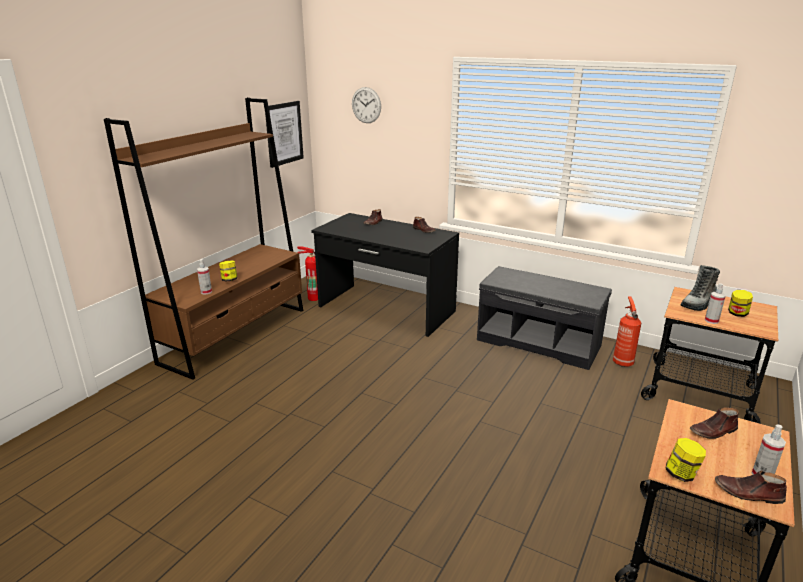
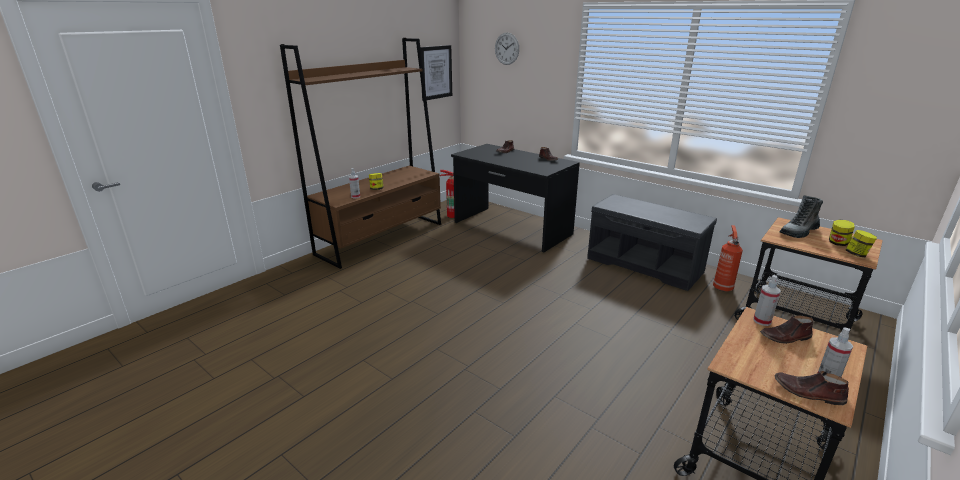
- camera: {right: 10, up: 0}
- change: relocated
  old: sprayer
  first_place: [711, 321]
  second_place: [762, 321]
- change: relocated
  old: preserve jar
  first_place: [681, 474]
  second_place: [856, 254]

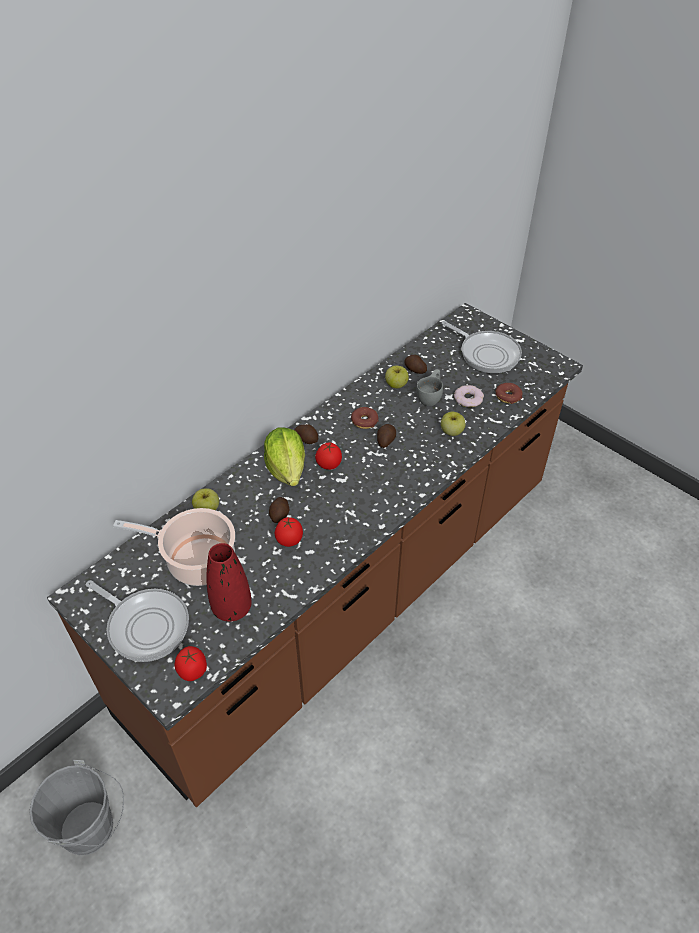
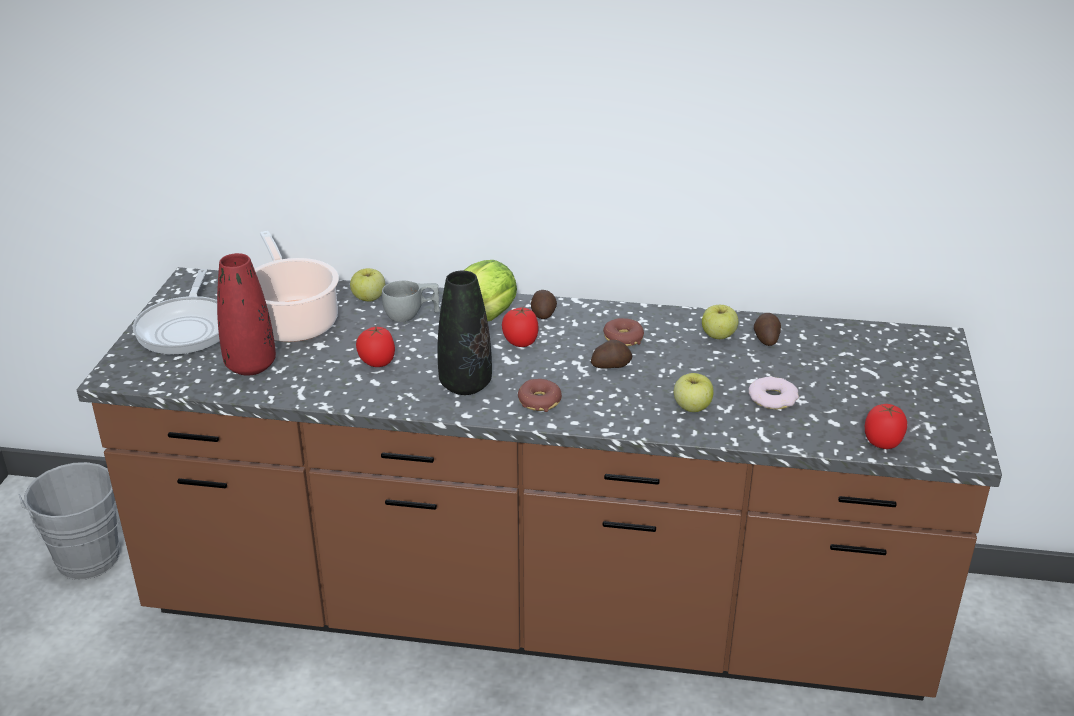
- camera: {right: 55, up: -15}
- change: relocated
  old: drinking cup/greyish
  first_place: [431, 396]
  second_place: [411, 315]
- change: appeared
  new: flower vase/black
  second_place: [465, 385]
- change: relocated
  old: ring doughnut
  first_place: [508, 396]
  second_place: [539, 401]
- change: relocated
  old: fresh tomato
  first_place: [193, 671]
  second_place: [883, 443]
- change: missing
  old: spud
  first_place: [280, 514]
- change: missing
  old: frying pan
  first_place: [486, 353]

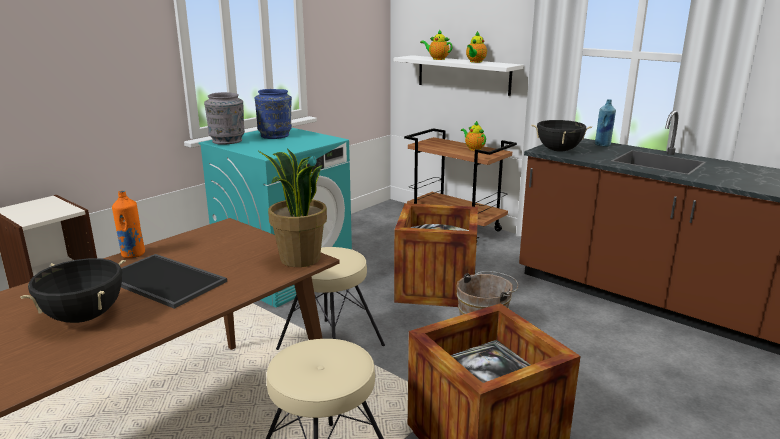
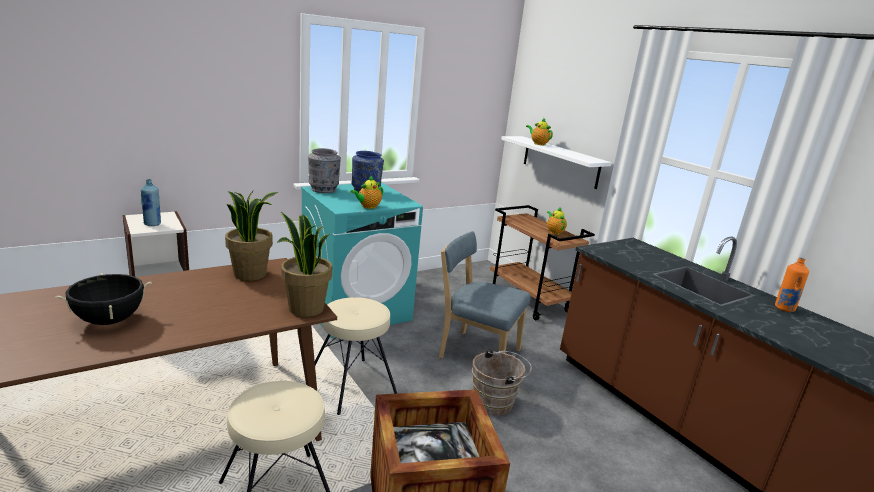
- camera: {right: 15, up: 0}
- change: relocated
  old: bottle/bluish
  first_place: [602, 145]
  second_place: [152, 224]
- change: appeared
  new: potted plant
  second_place: [250, 274]
- change: relocated
  old: pot for tea
  first_place: [475, 62]
  second_place: [368, 207]
- change: exchanged
  old: packing crate
  new: upright chair/bluish
  first_place: [436, 287]
  second_place: [475, 353]
- change: relocated
  old: bottle/orange-coloured
  first_place: [133, 254]
  second_place: [784, 308]
- change: missing
  old: serving tray
  first_place: [161, 281]
- change: missing
  old: saucepot/black
  first_place: [558, 150]

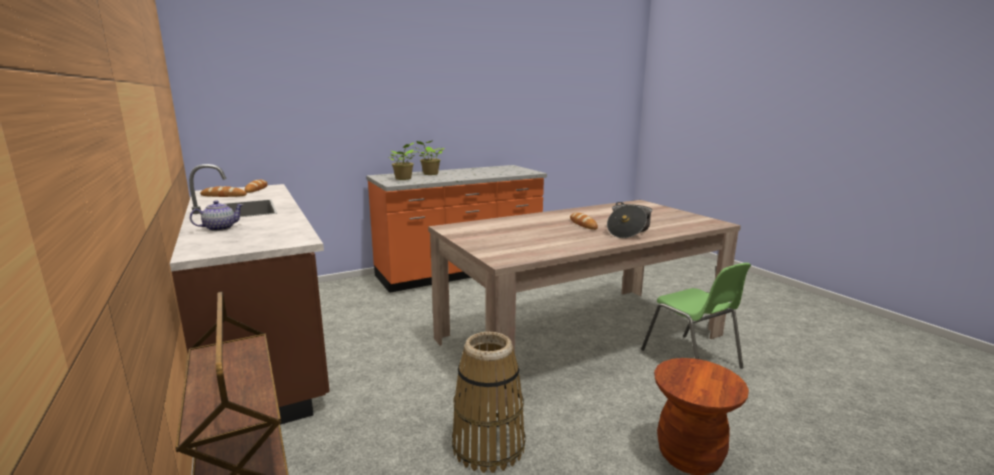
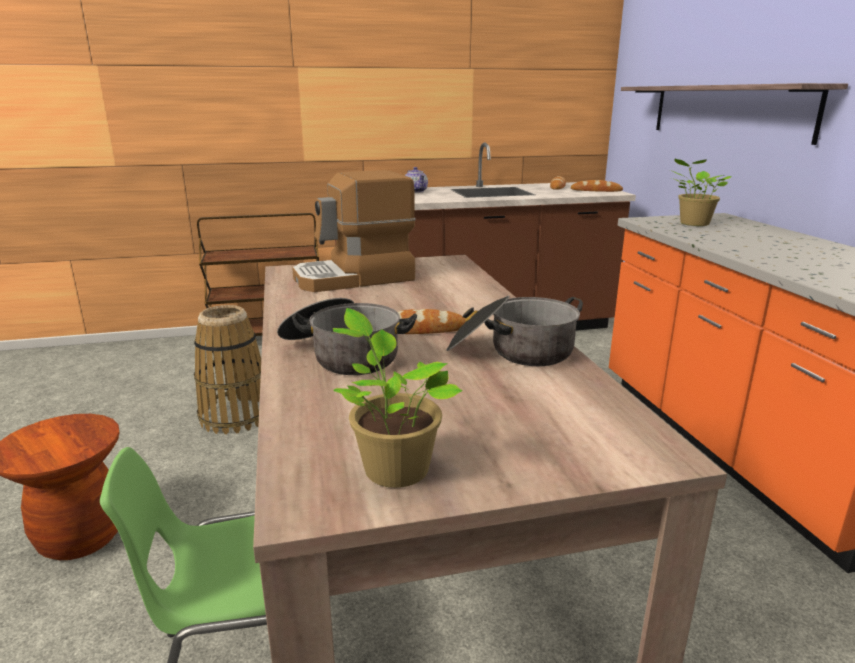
- camera: {right: 105, up: 5}
- change: appeared
  new: coffee brewer
  second_place: [355, 278]
- change: relocated
  old: potted plant
  first_place: [430, 174]
  second_place: [392, 467]
- change: appeared
  new: saucepot
  second_place: [512, 352]
- change: appeared
  new: shelf
  second_place: [727, 111]

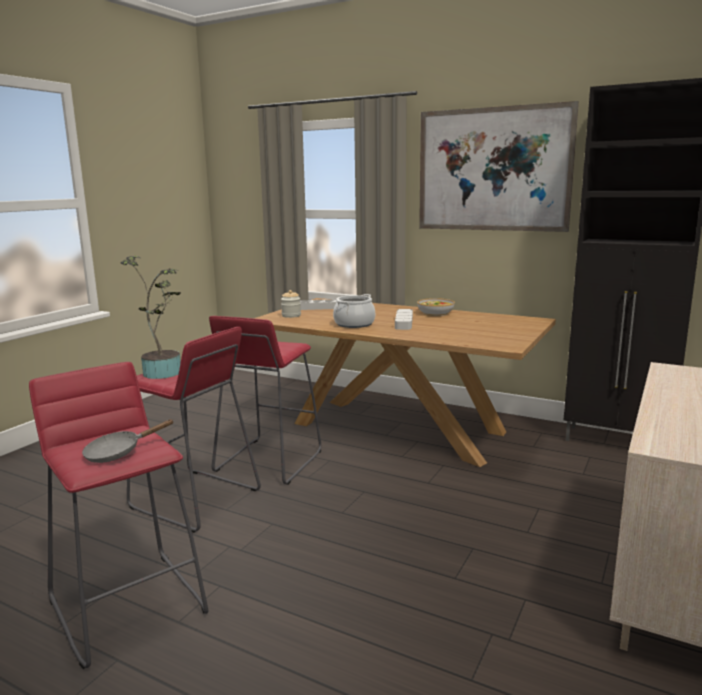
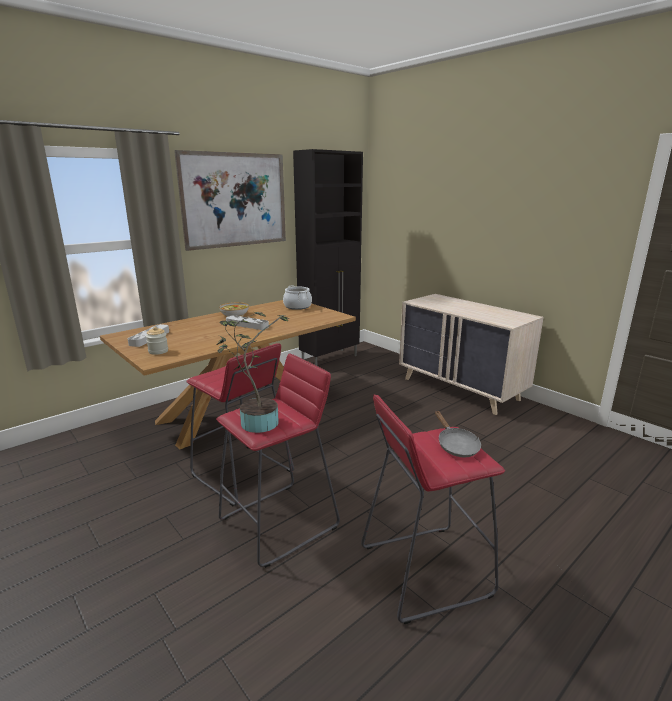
- camera: {right: -70, up: 5}
- change: relocated
  old: saucepot
  first_place: [354, 324]
  second_place: [297, 306]

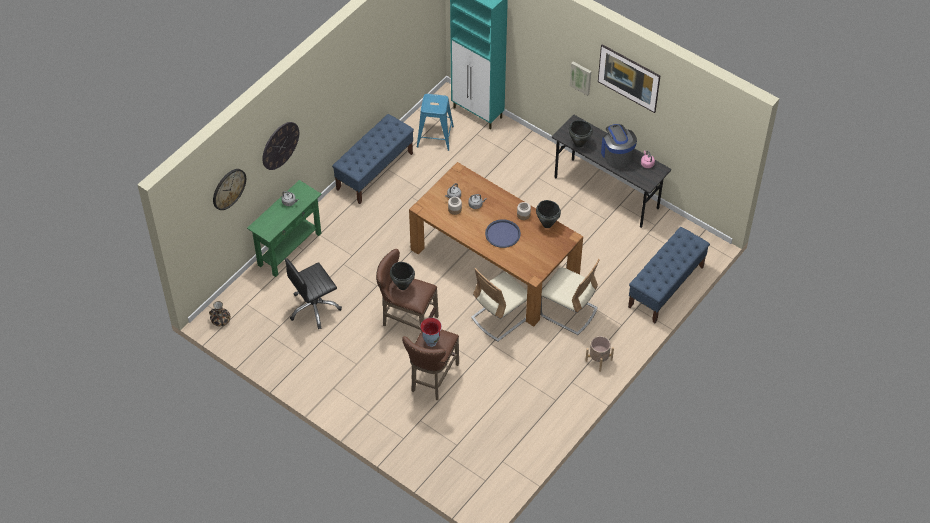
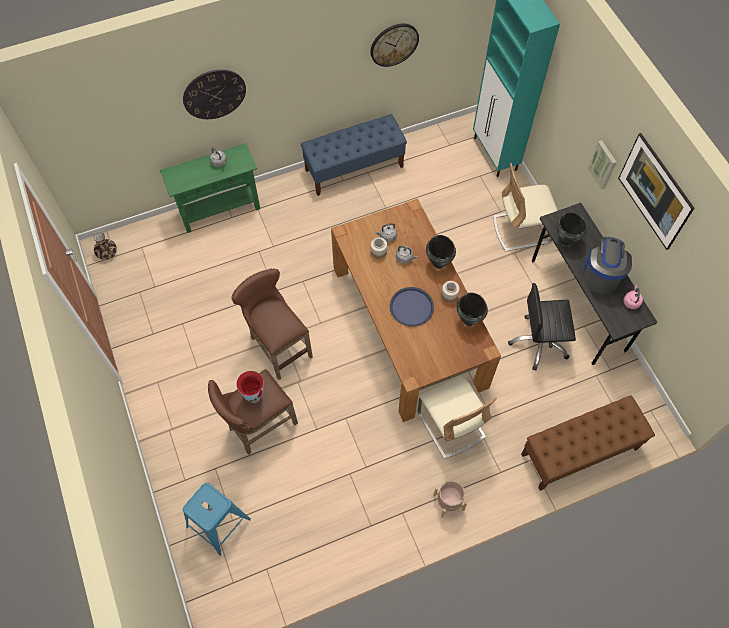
- camera: {right: 30, up: 10}
- change: relocated
  old: stool/bluish
  first_place: [435, 137]
  second_place: [218, 523]
- change: relocated
  old: hanging clock
  first_place: [228, 189]
  second_place: [394, 44]
- change: relocated
  old: saucepot/black
  first_place: [402, 286]
  second_place: [438, 263]
- change: relocated
  old: upright chair/beige
  first_place: [500, 317]
  second_place: [521, 229]
- change: relocated
  old: office chair/black
  first_place: [314, 308]
  second_place: [539, 342]
- change: colour
  old: long seat/bluish
  new: long seat/brownish
  first_place: [666, 287]
  second_place: [578, 452]

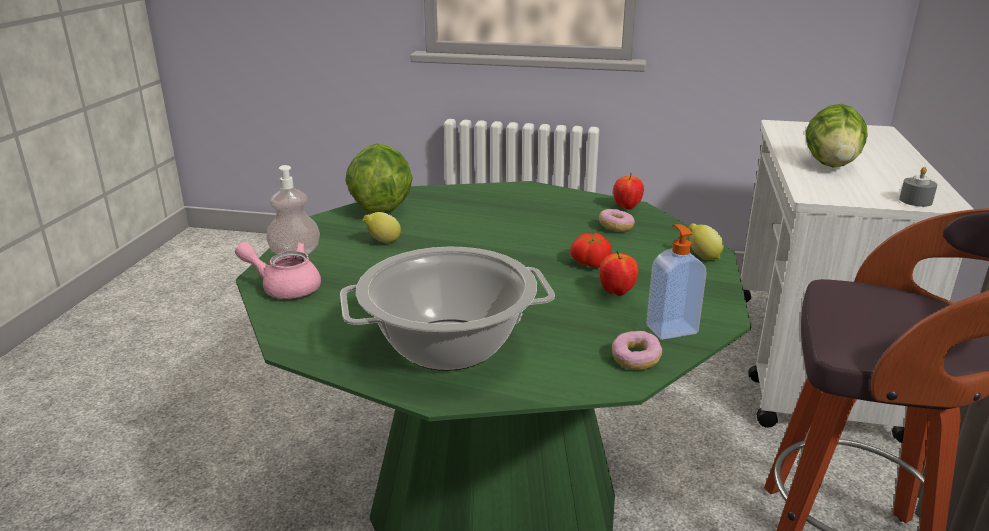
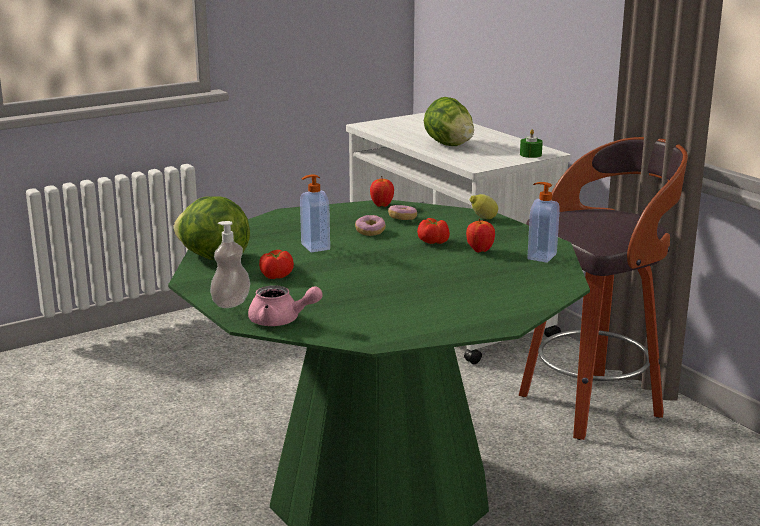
- camera: {right: -45, up: -5}
- change: spun
  old: pot for tea/pinkish
  first_place: [285, 287]
  second_place: [281, 321]
  degrees: -135
- change: exchanged
  old: citrus fruit
  new: fresh tomato
  first_place: [383, 242]
  second_place: [275, 275]
- change: appeared
  new: liquid soap bottle
  second_place: [314, 247]
- change: relocated
  old: ring doughnut
  first_place: [635, 359]
  second_place: [370, 232]
- change: colour
  old: wax light/greyish
  new: wax light/green
  first_place: [915, 201]
  second_place: [530, 154]
- change: missing
  old: saucepot
  first_place: [449, 345]

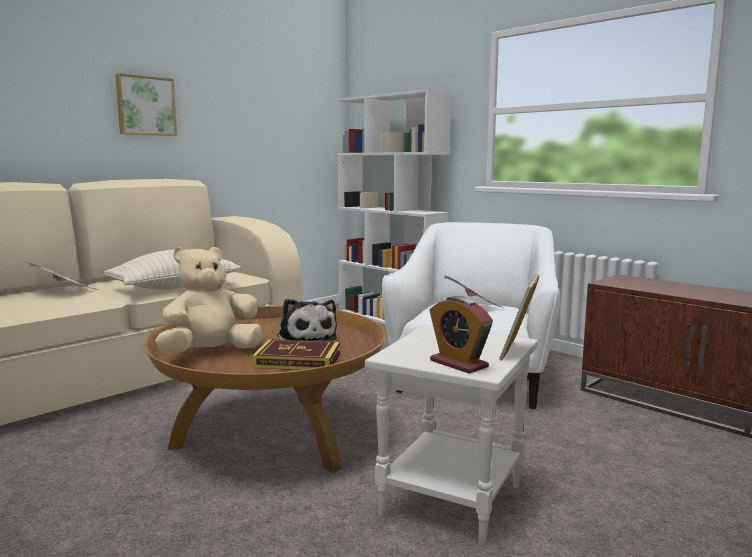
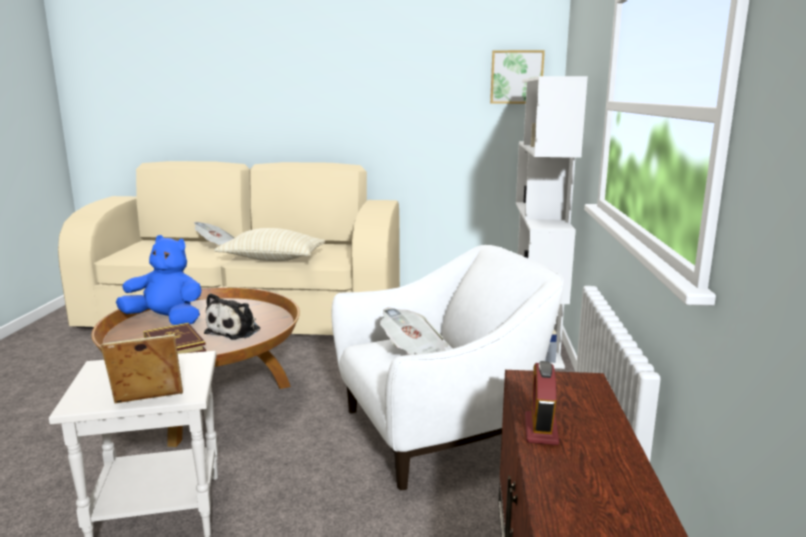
- camera: {right: 50, up: 5}
- change: colour
  old: cuddly toy/beige
  new: cuddly toy/bluish
  first_place: [211, 353]
  second_place: [166, 320]
- change: relocated
  old: picture
  first_place: [145, 106]
  second_place: [516, 77]
- change: relocated
  old: bedside clock
  first_place: [458, 364]
  second_place: [541, 429]

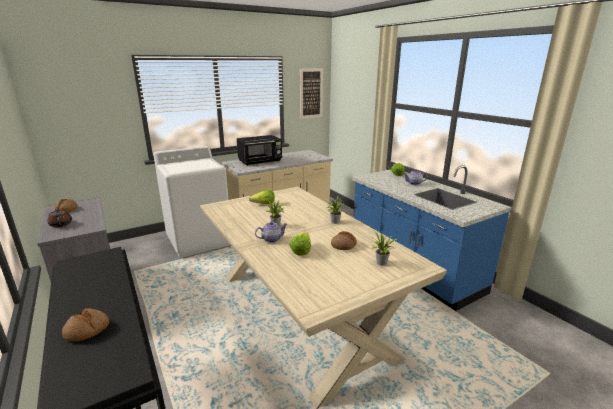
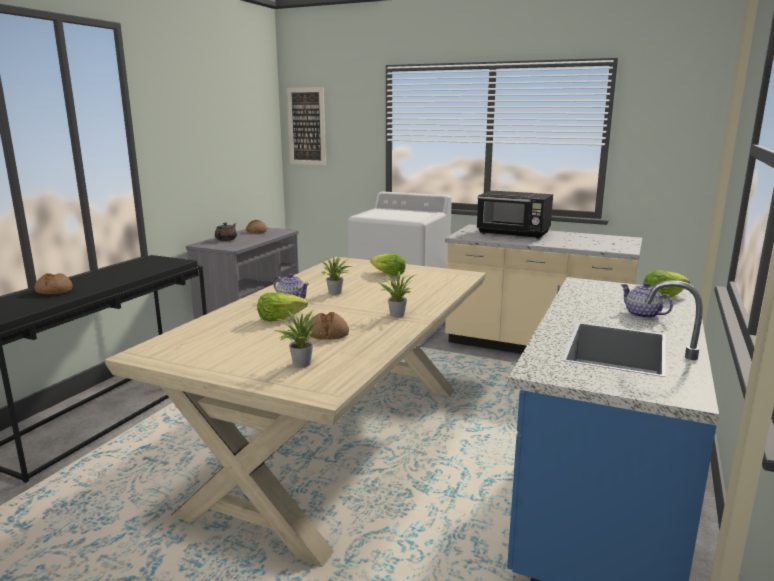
- camera: {right: 55, up: -5}
- change: relocated
  old: picture
  first_place: [311, 93]
  second_place: [306, 126]

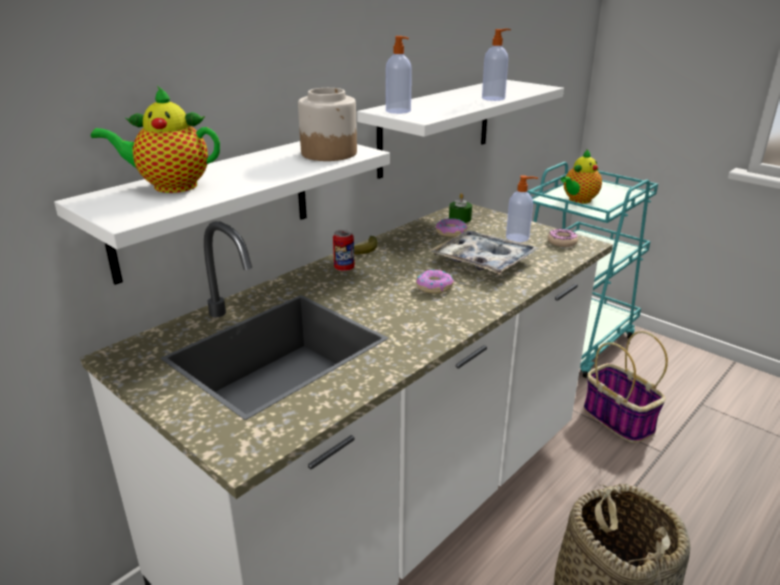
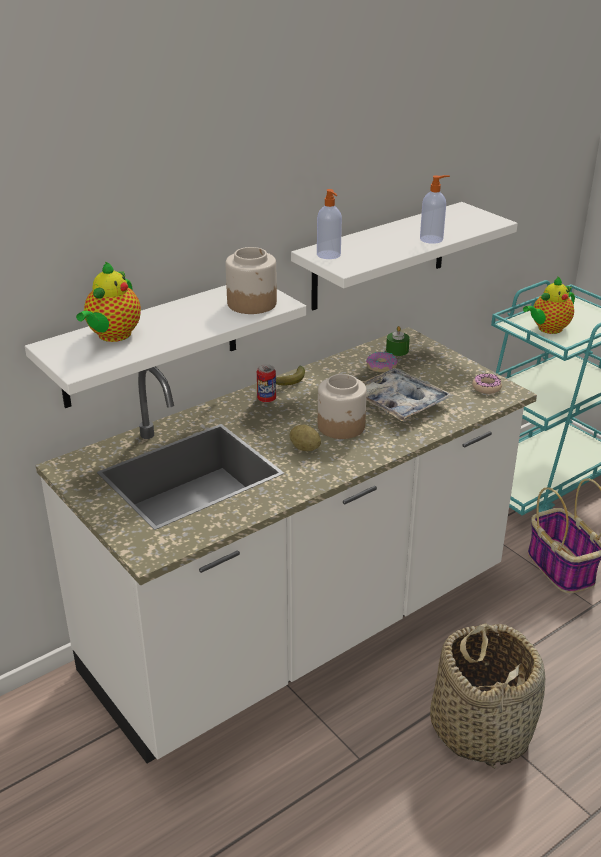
- camera: {right: 10, up: 5}
- change: spun
  old: pot for tea
  first_place: [170, 186]
  second_place: [112, 336]
  degrees: -75
- change: appeared
  new: spud
  second_place: [305, 448]
- change: exchanged
  old: ring doughnut
  new: preserve jar
  first_place: [434, 287]
  second_place: [341, 426]
- change: missing
  old: liquid soap bottle
  first_place: [518, 238]

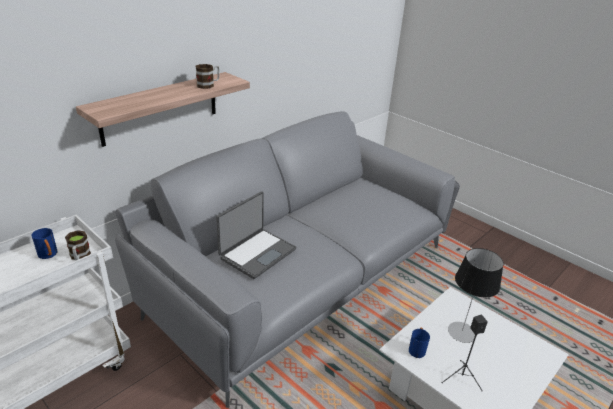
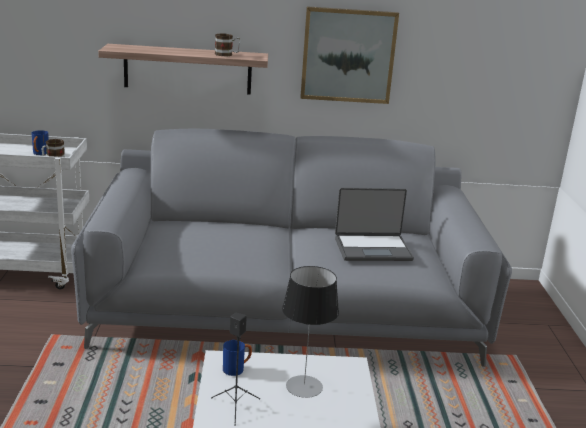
- camera: {right: 45, up: -10}
- change: appeared
  new: picture
  second_place: [348, 55]
- change: relocated
  old: notebook computer
  first_place: [257, 253]
  second_place: [372, 248]

